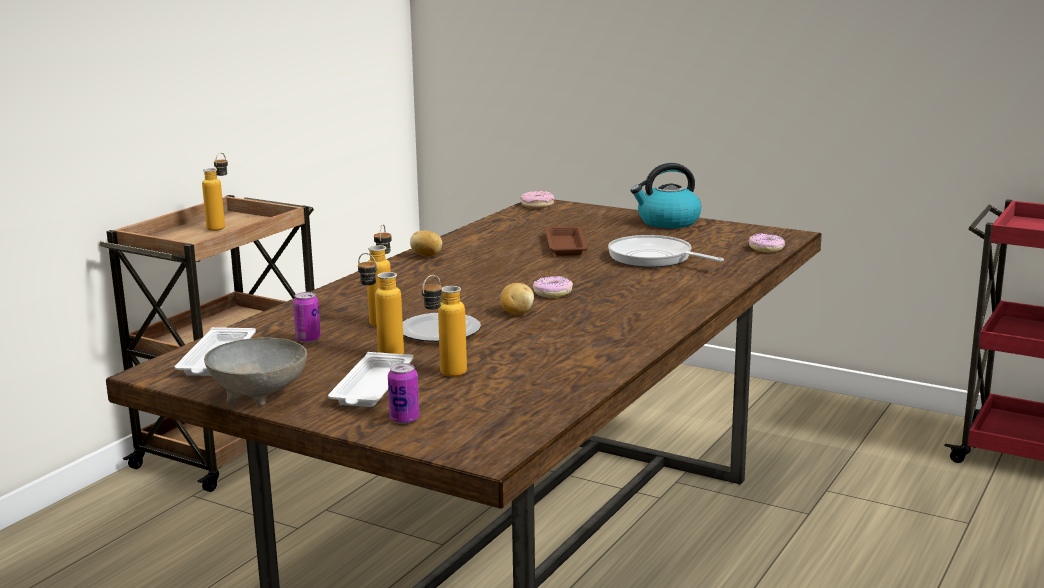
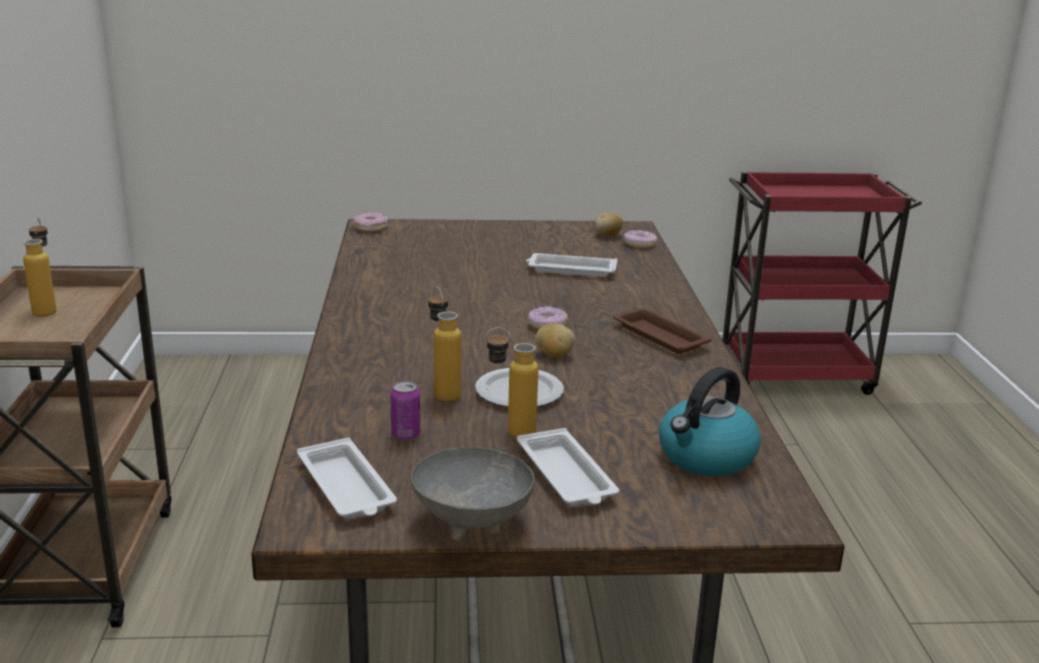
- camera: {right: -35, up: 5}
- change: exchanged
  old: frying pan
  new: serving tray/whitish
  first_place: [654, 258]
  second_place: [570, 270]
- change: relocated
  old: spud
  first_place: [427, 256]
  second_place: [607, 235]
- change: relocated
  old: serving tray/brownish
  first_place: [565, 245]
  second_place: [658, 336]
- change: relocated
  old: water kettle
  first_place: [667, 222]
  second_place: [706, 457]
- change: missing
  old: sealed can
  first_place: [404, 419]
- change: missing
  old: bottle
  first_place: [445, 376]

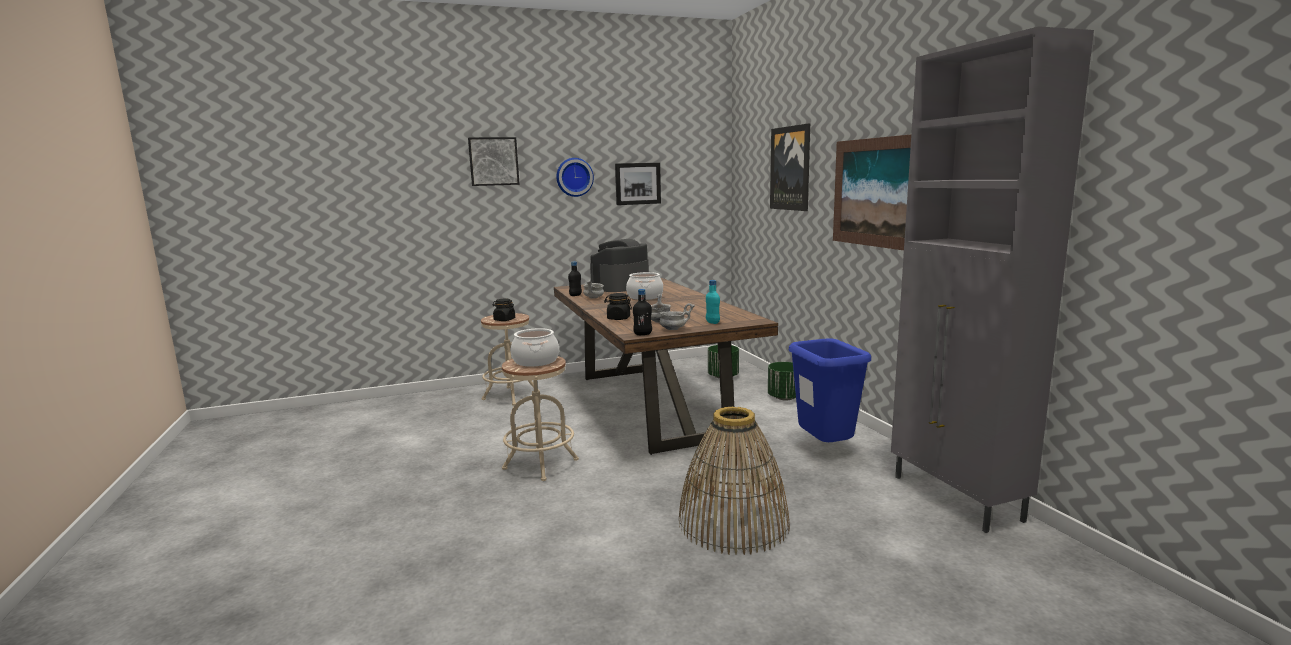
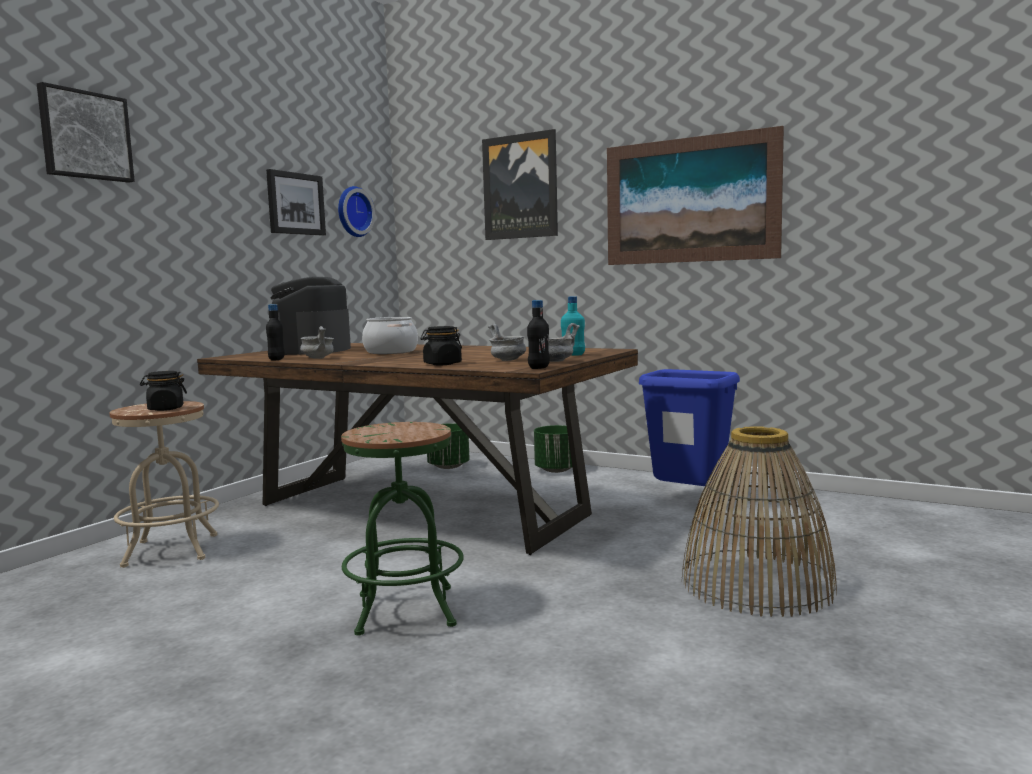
- camera: {right: -40, up: -5}
- change: relocated
  old: hanging clock
  first_place: [574, 177]
  second_place: [353, 212]
- change: colour
  old: stool/beige
  new: stool/green
  first_place: [540, 464]
  second_place: [405, 610]
- change: missing
  old: saucepot
  first_place: [535, 361]
- change: missing
  old: cupboard/greyish
  first_place: [956, 499]

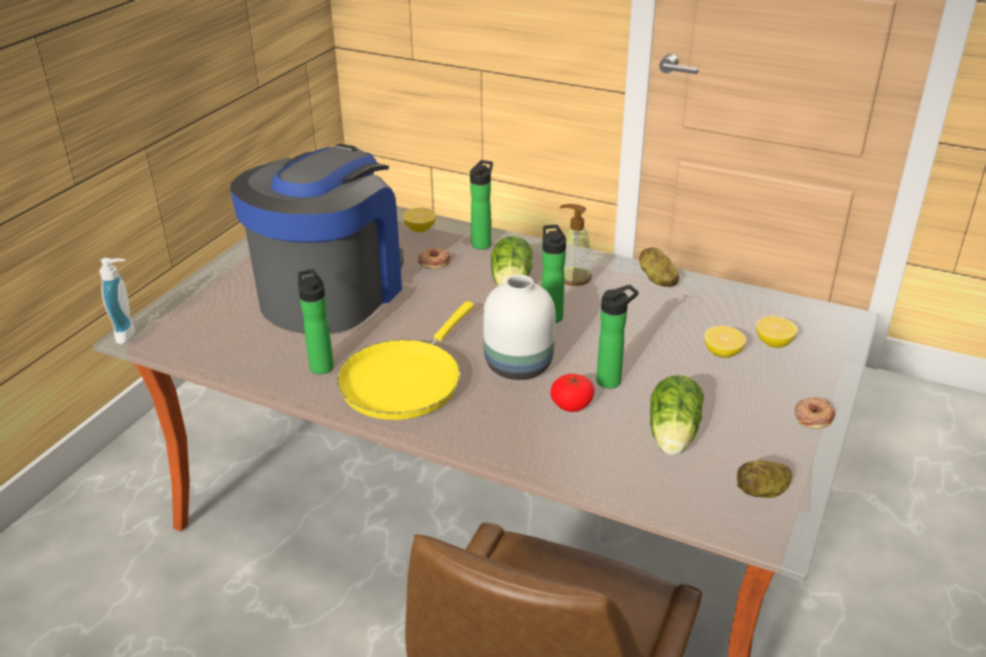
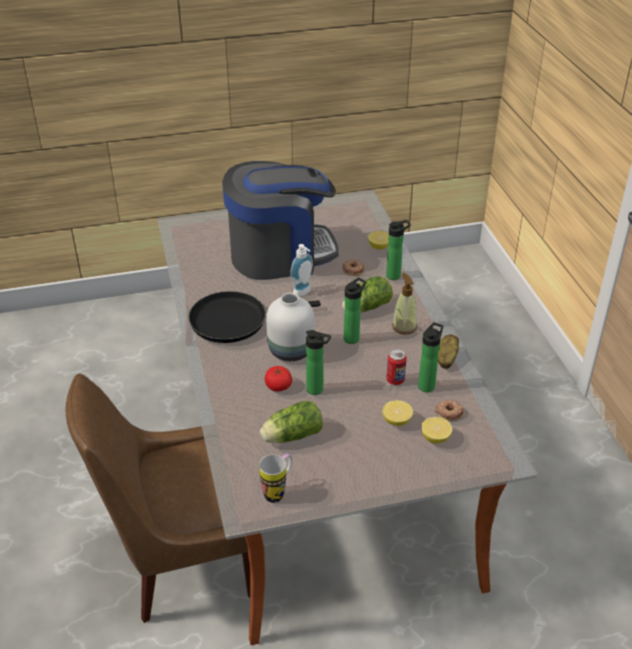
- camera: {right: 50, up: 5}
- change: colour
  old: frying pan/yellow-coloured
  new: frying pan/black
  first_place: [405, 380]
  second_place: [234, 320]
- change: exchanged
  old: spud
  new: coffee mug
  first_place: [763, 492]
  second_place: [278, 491]
- change: relocated
  old: liquid soap bottle
  first_place: [129, 334]
  second_place: [303, 293]
- change: appeared
  new: sealed can
  second_place: [395, 380]
- change: relocated
  old: bottle
  first_place: [321, 365]
  second_place: [427, 385]
- change: relocated
  old: ring doughnut
  first_place: [813, 416]
  second_place: [449, 412]

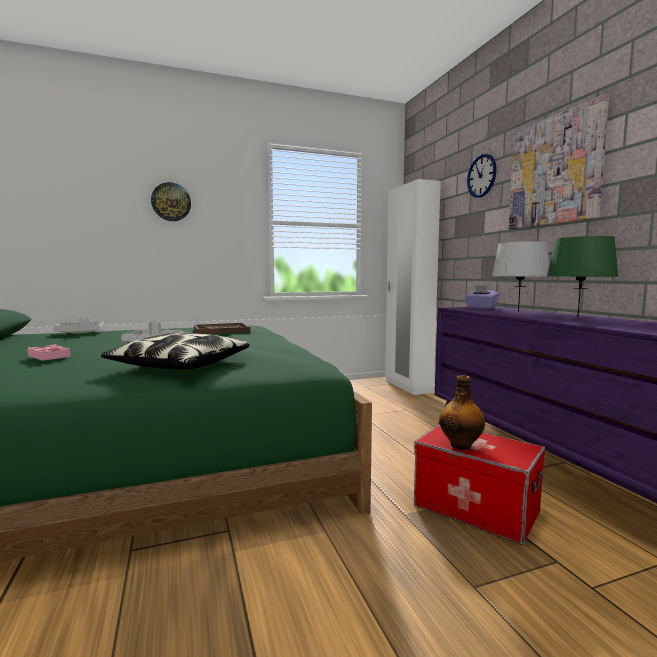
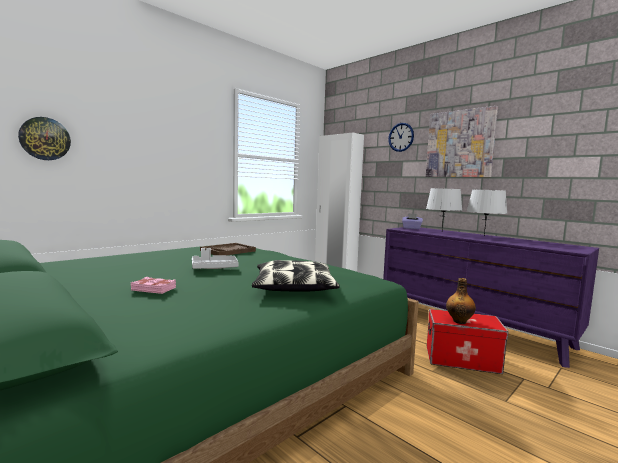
- camera: {right: -25, up: 0}
- change: relocated
  old: hanging clock
  first_place: [171, 202]
  second_place: [45, 139]
- change: colour
  old: table lamp/green
  new: table lamp/greyish
  first_place: [578, 317]
  second_place: [484, 236]
- change: missing
  old: serving tray/greyish
  first_place: [80, 333]

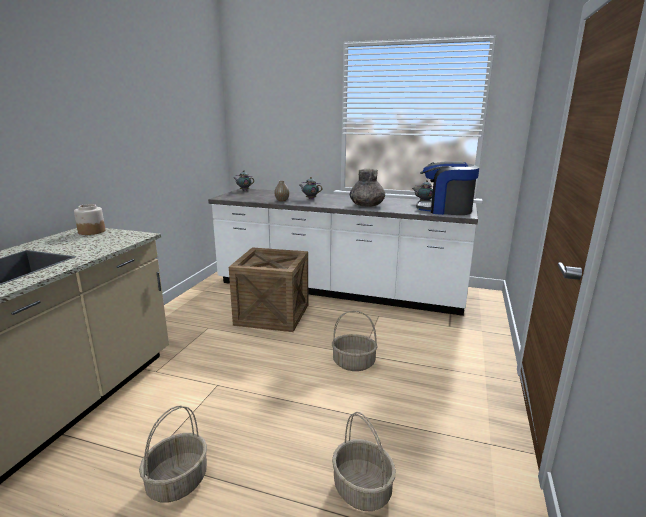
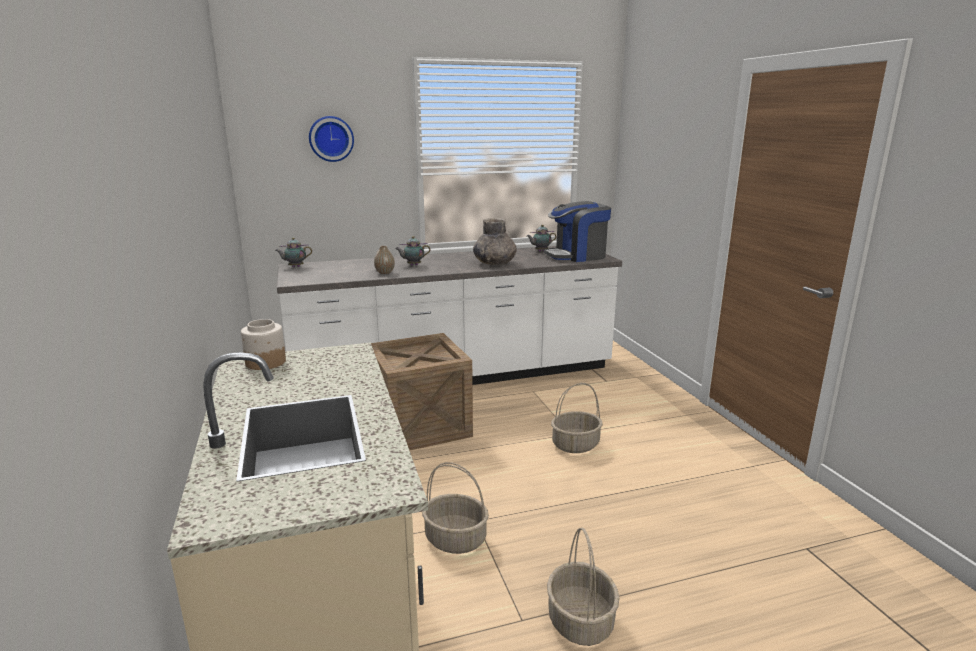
- camera: {right: -35, up: 0}
- change: appeared
  new: hanging clock
  second_place: [331, 139]
- change: relocated
  old: storage basket
  first_place: [363, 489]
  second_place: [456, 539]

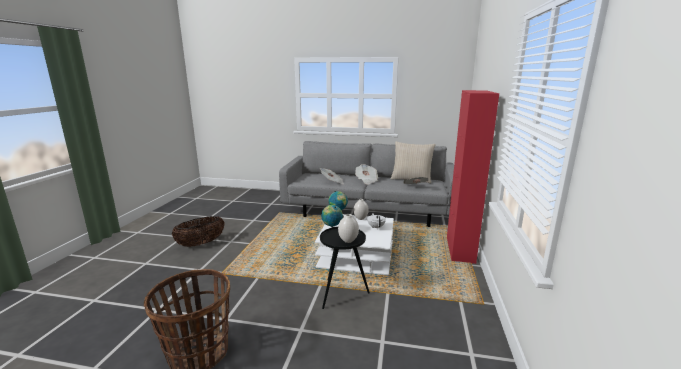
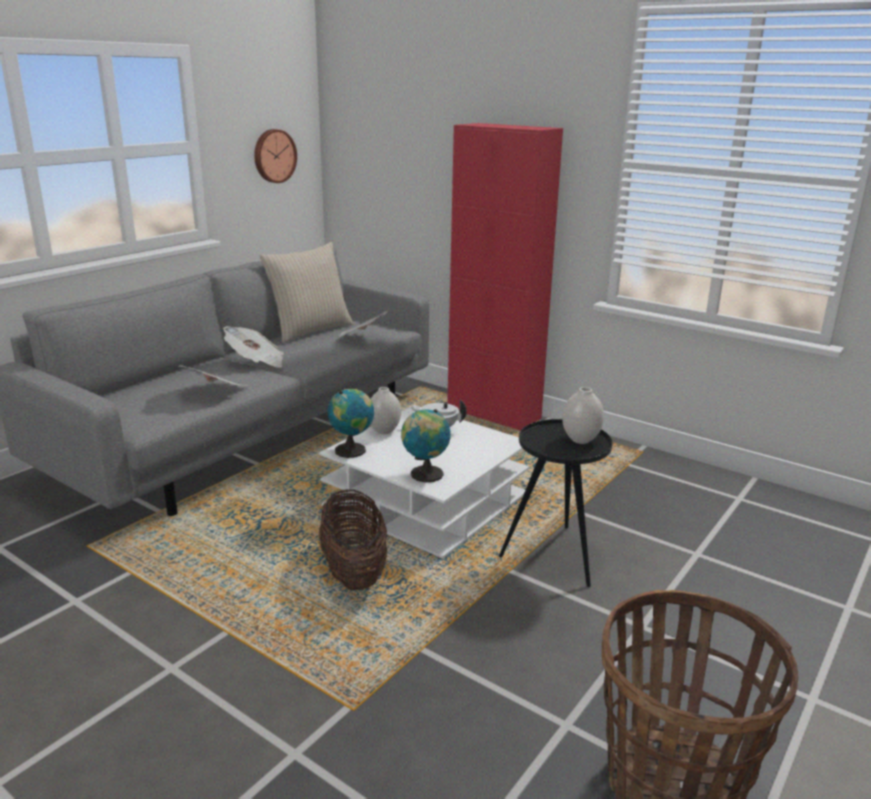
- camera: {right: -65, up: 5}
- change: appeared
  new: hanging clock
  second_place: [274, 156]
- change: relocated
  old: storage basket
  first_place: [201, 243]
  second_place: [354, 571]

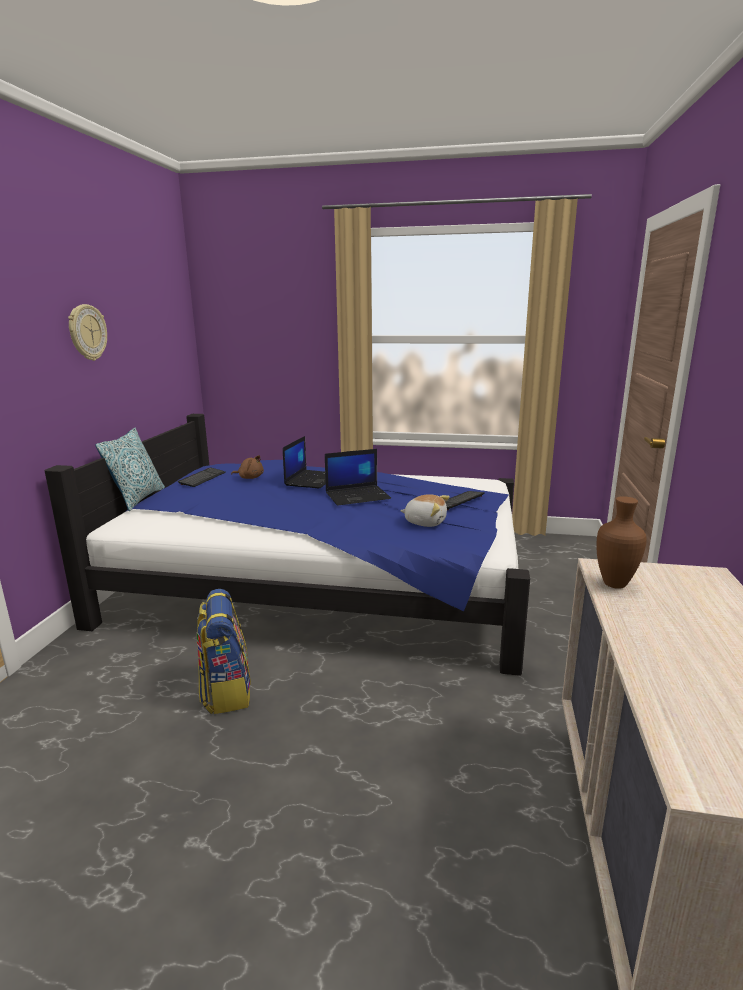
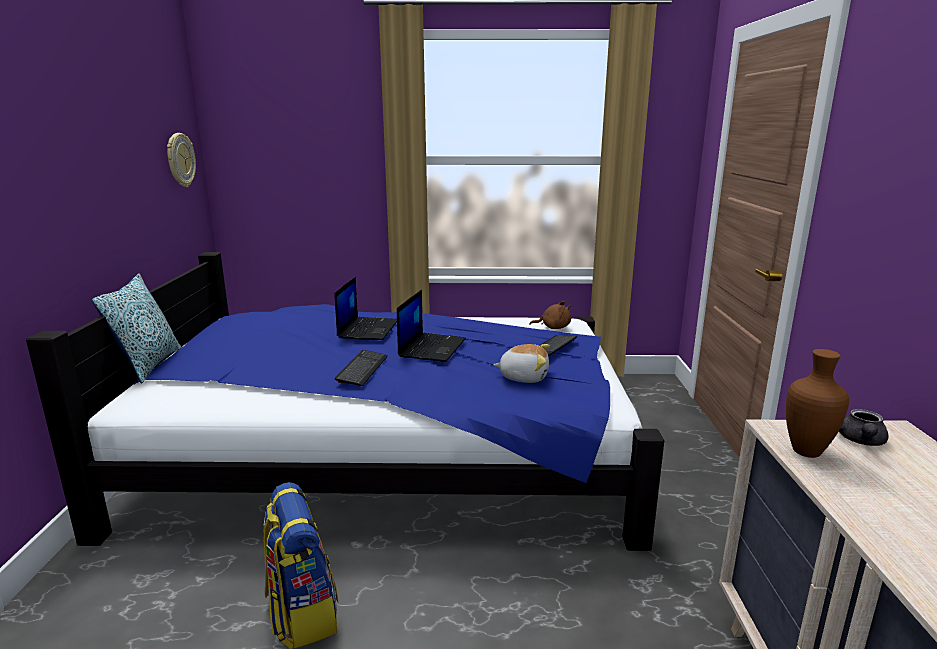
- camera: {right: -10, up: 0}
- change: relocated
  old: hanging clock
  first_place: [87, 332]
  second_place: [180, 160]
- change: relocated
  old: keyboard
  first_place: [202, 478]
  second_place: [362, 369]
- change: spun
  old: notebook computer
  first_place: [358, 496]
  second_place: [432, 347]
  degrees: -45
- change: relocated
  old: cuddly toy/brownish
  first_place: [250, 477]
  second_place: [553, 327]
- change: appeared
  new: pot for tea/greyish
  second_place: [860, 441]

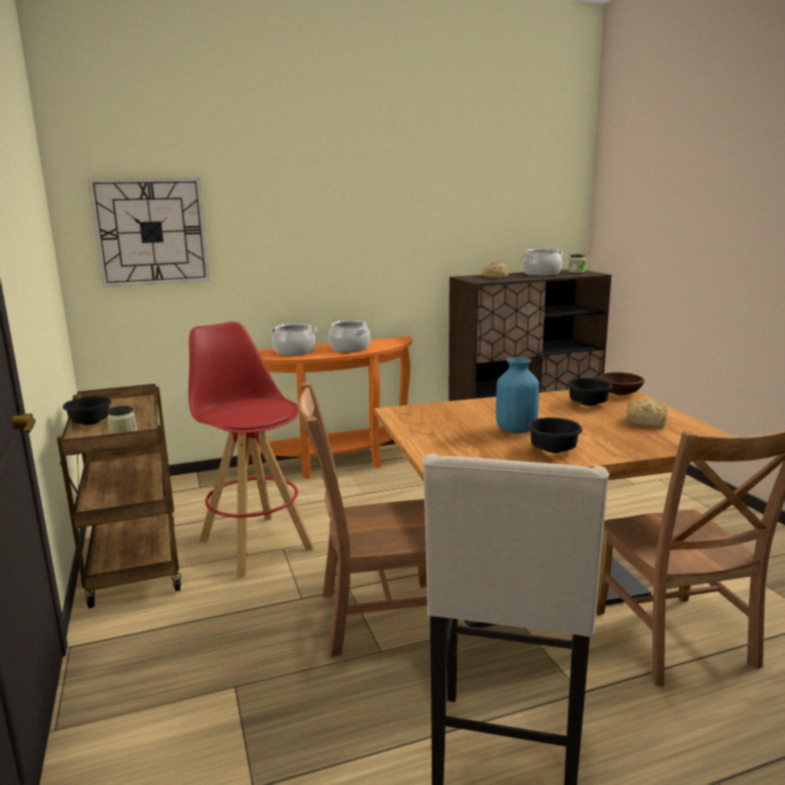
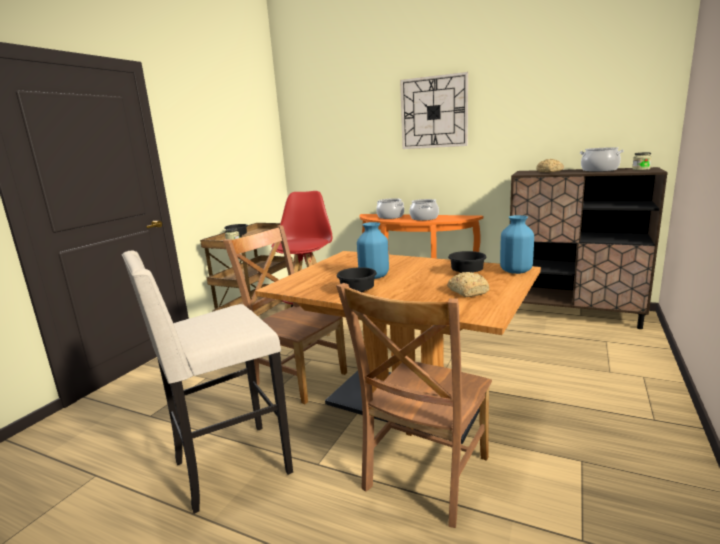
- camera: {right: 45, up: 0}
- change: relocated
  old: hanging clock
  first_place: [151, 232]
  second_place: [434, 112]
- change: exchanged
  old: serving bowl/brownish
  new: flower vase/bluish
  first_place: [619, 393]
  second_place: [515, 271]

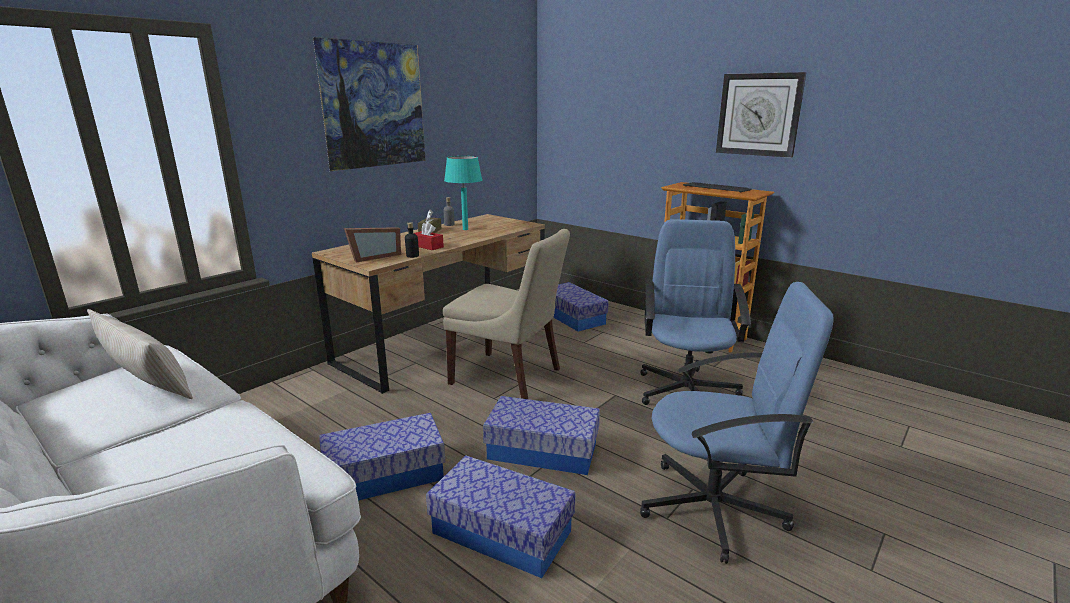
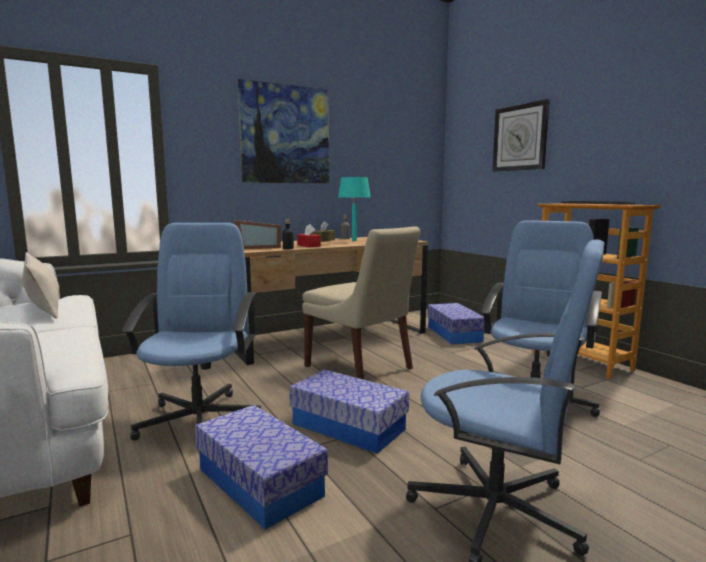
- camera: {right: 20, up: -10}
- change: exchanged
  old: storage box
  new: office chair/bluish
  first_place: [385, 475]
  second_place: [200, 419]
- change: relocated
  old: hanging clock
  first_place: [759, 114]
  second_place: [520, 138]

